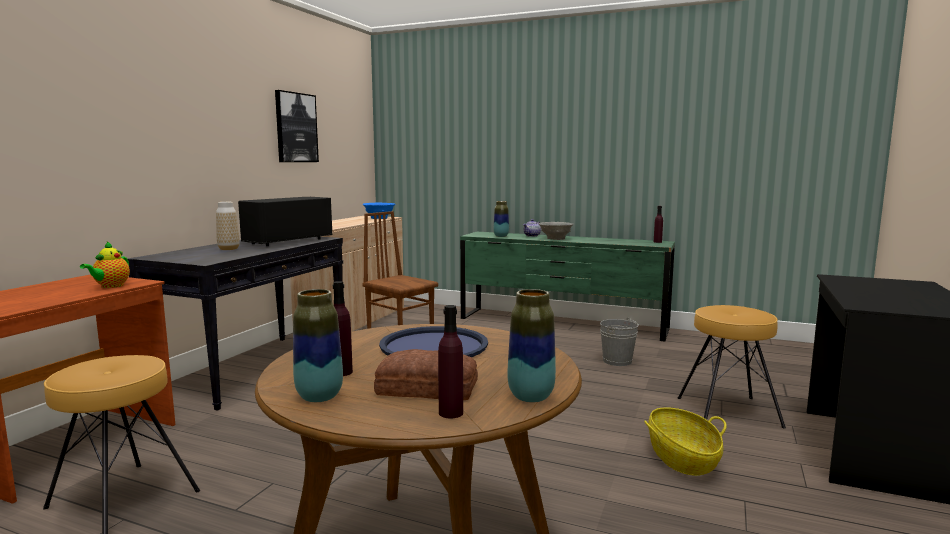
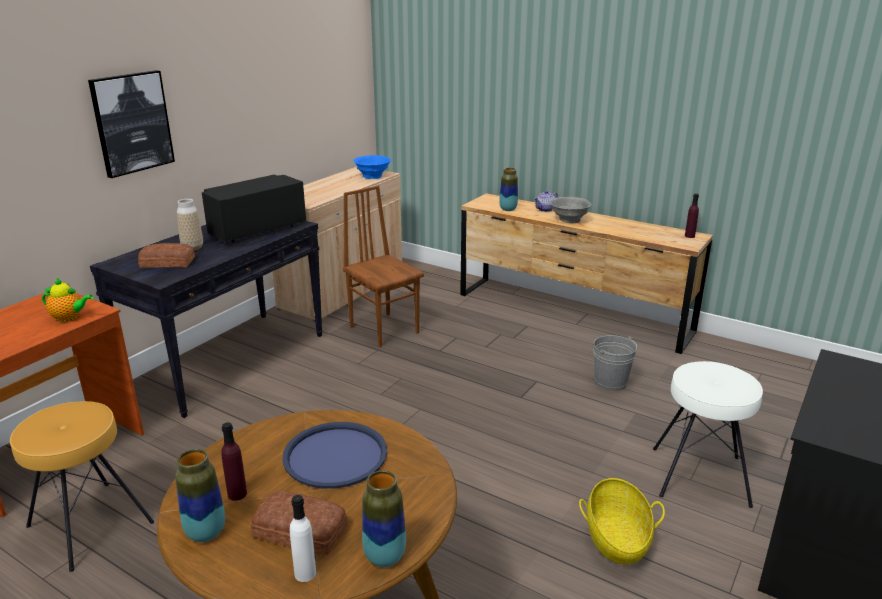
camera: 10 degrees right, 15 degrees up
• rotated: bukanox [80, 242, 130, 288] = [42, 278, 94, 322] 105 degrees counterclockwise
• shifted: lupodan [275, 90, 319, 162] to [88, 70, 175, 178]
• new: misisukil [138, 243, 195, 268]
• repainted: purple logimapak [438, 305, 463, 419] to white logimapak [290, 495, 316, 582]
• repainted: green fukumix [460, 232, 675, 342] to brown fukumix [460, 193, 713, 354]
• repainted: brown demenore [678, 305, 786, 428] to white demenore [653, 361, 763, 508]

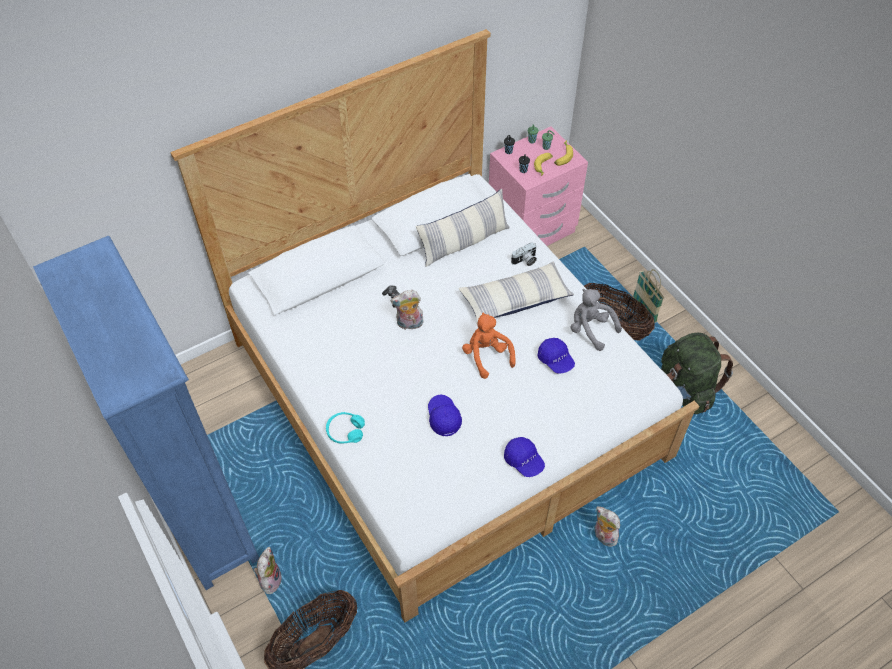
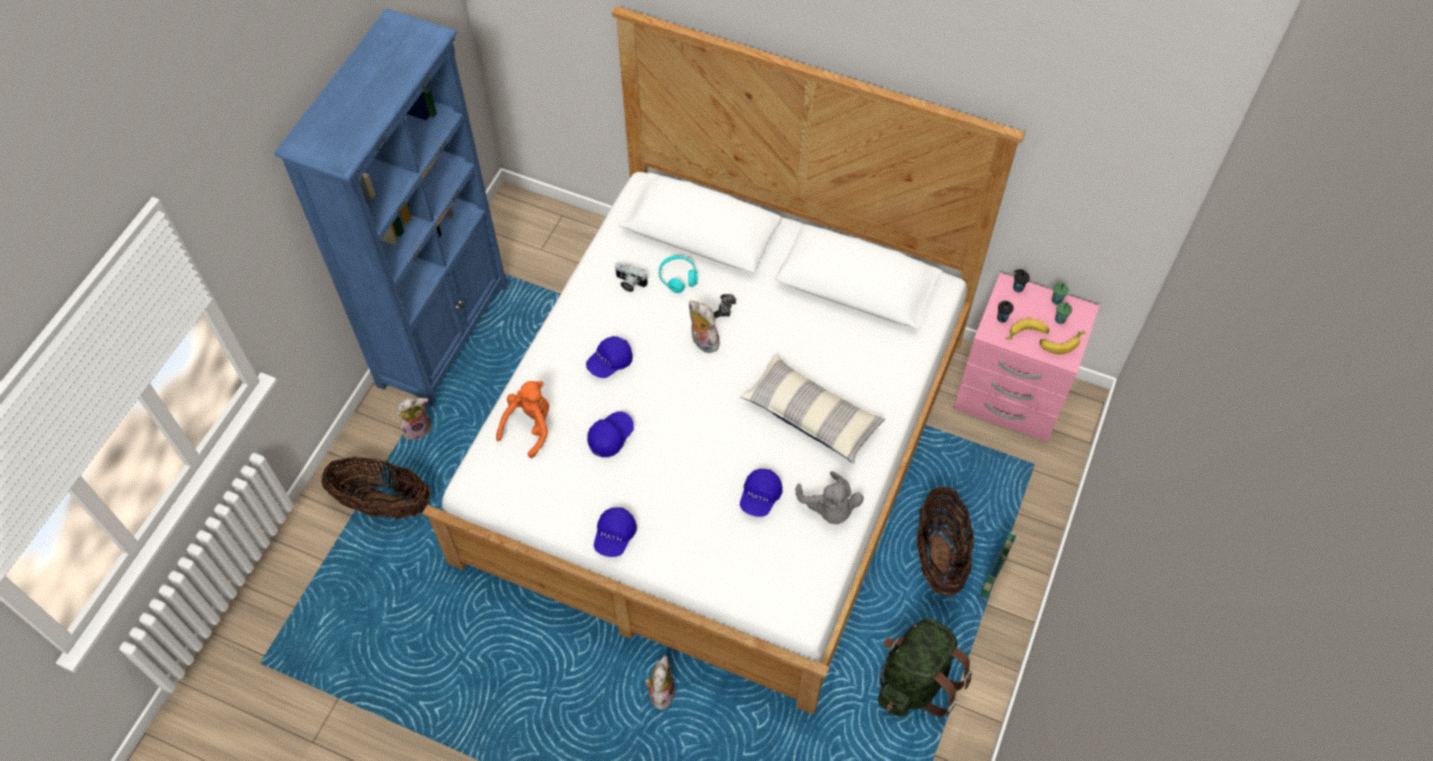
camera: 55 degrees right, 5 degrees up
• shifted: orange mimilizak [462, 312, 516, 379] to [496, 381, 549, 458]
• new: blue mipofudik [586, 336, 633, 378]
• shifted: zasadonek [511, 242, 537, 266] to [615, 262, 648, 292]
• shifted: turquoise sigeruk [326, 412, 365, 444] to [659, 255, 698, 293]
• rotated: grey mimilizak [571, 289, 622, 351] = [795, 471, 864, 524] 150 degrees clockwise
• gone: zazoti [416, 189, 510, 267]

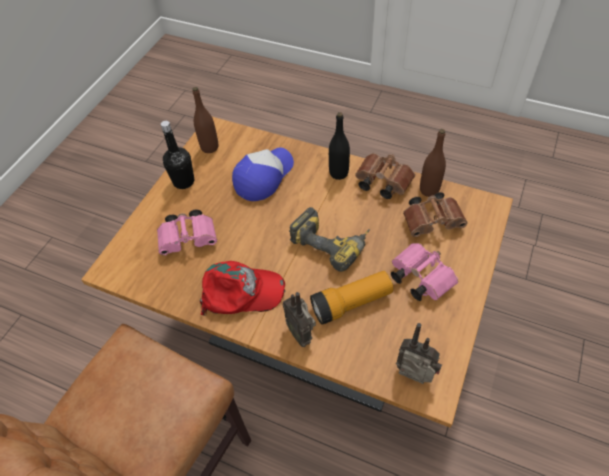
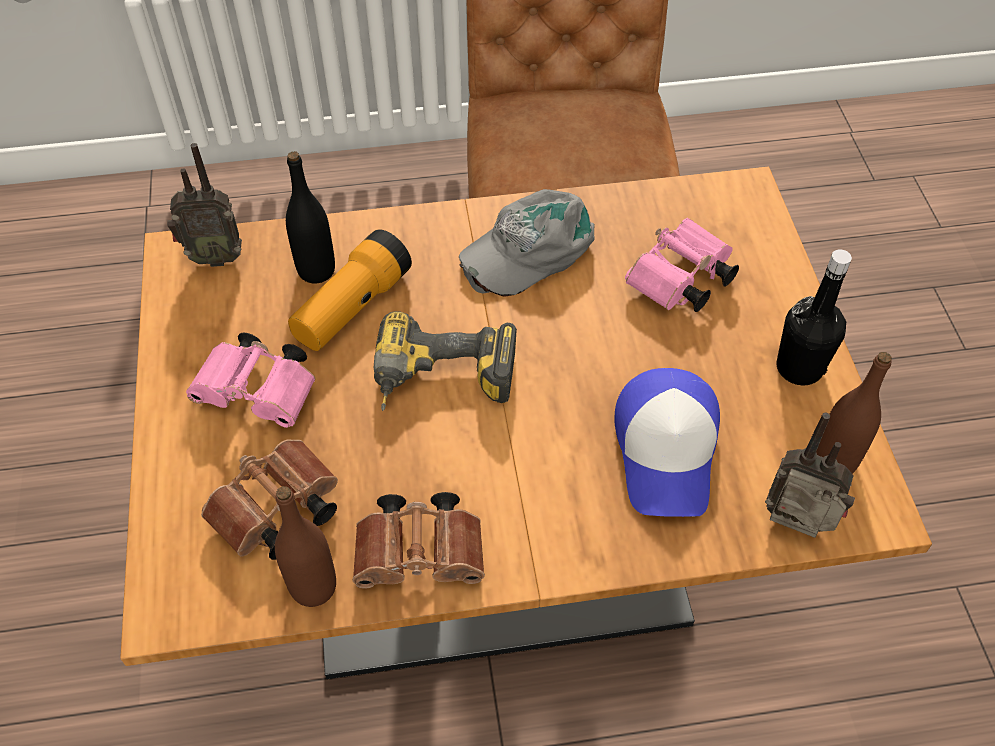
camera: 145 degrees right, 0 degrees up
• shifted: black logimapak [329, 112, 350, 180] to [286, 151, 335, 283]
• repainted: red mipofudik [200, 261, 285, 316] to grey mipofudik [459, 189, 595, 297]
• shifted: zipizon [283, 292, 316, 347] to [765, 412, 855, 538]

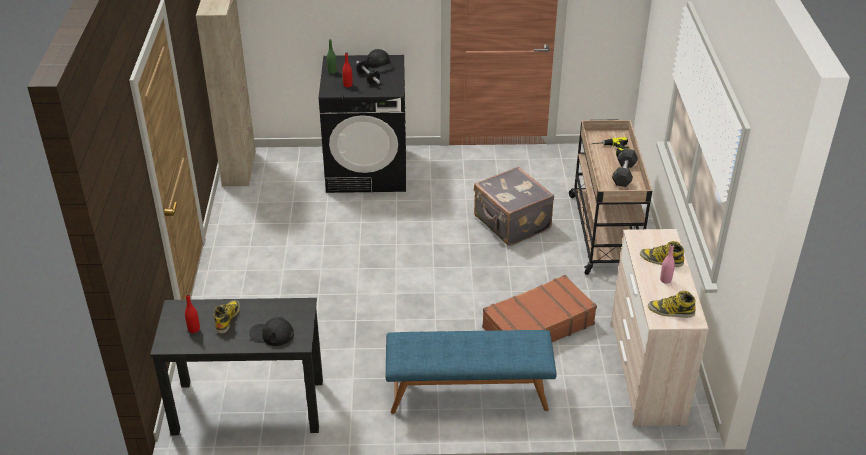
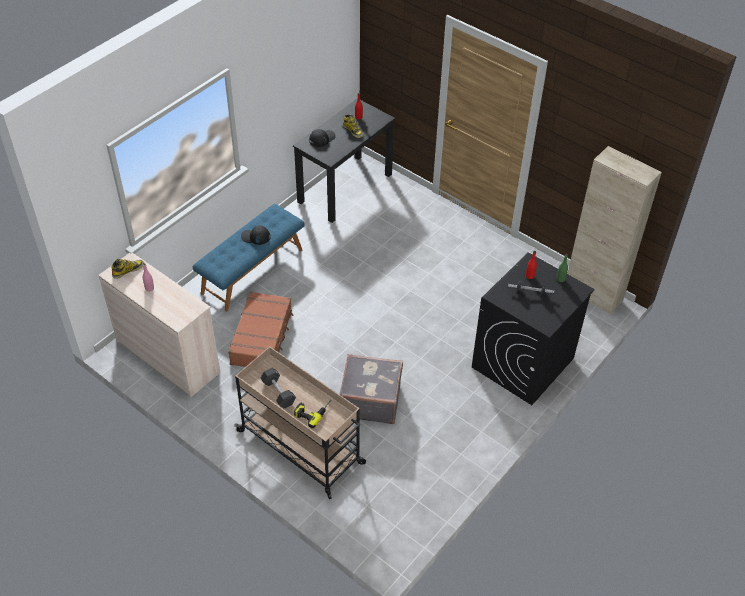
camera: 130 degrees right, 10 degrees up
• shifted: black mipofudik [367, 49, 395, 72] to [241, 226, 271, 245]
• gone: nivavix [640, 241, 684, 267]

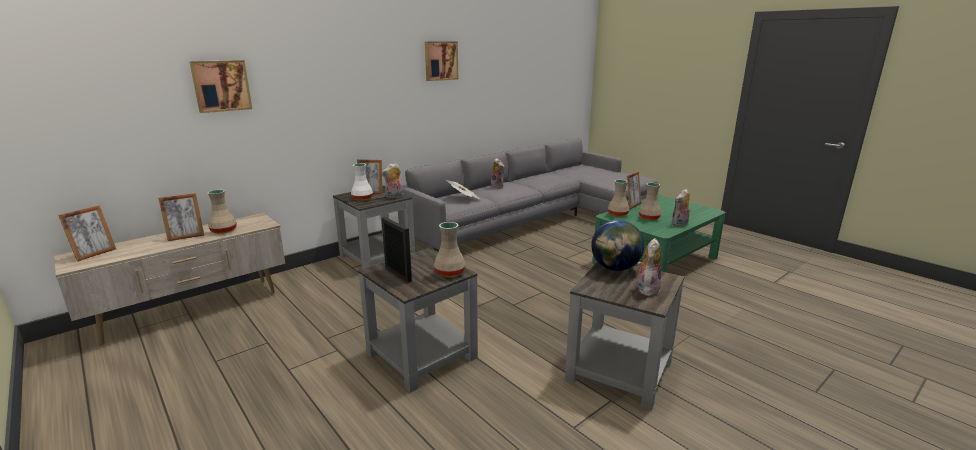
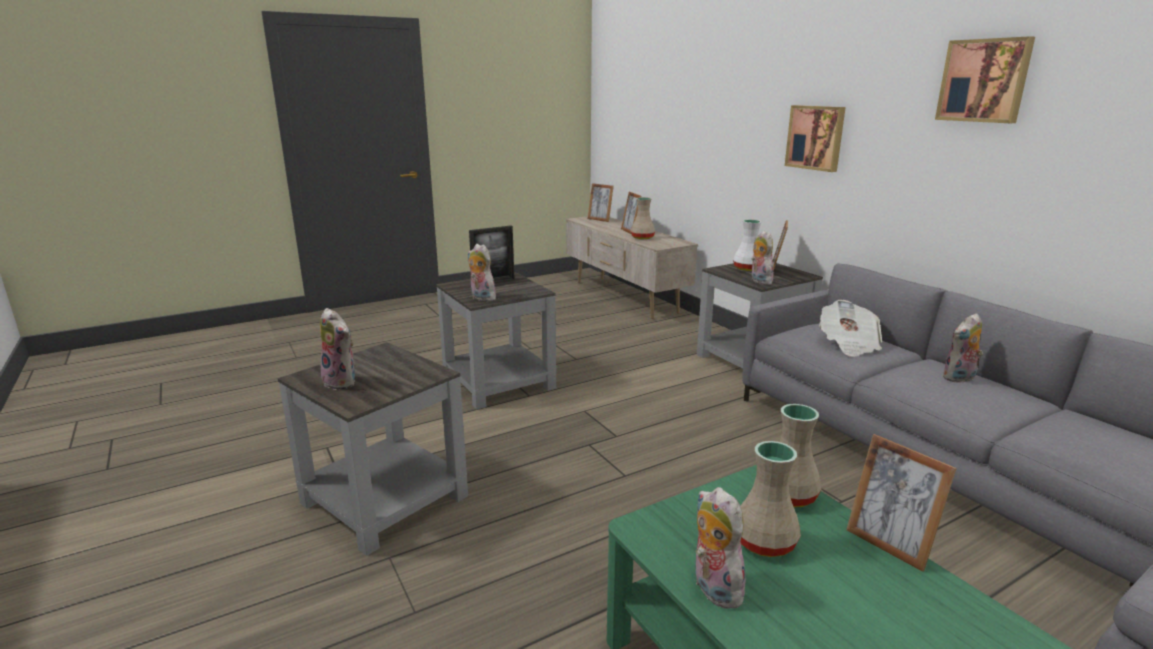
camera: 100 degrees right, 0 degrees up
• swapped: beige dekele [434, 222, 466, 277] to mimilizak [467, 244, 496, 301]
• shifted: lupodan [189, 60, 252, 113] to [785, 105, 846, 172]
• gone: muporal [591, 220, 644, 271]

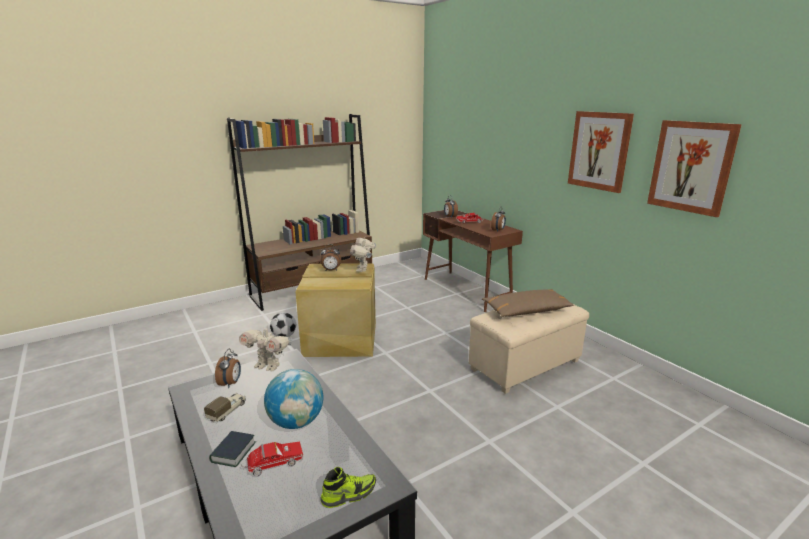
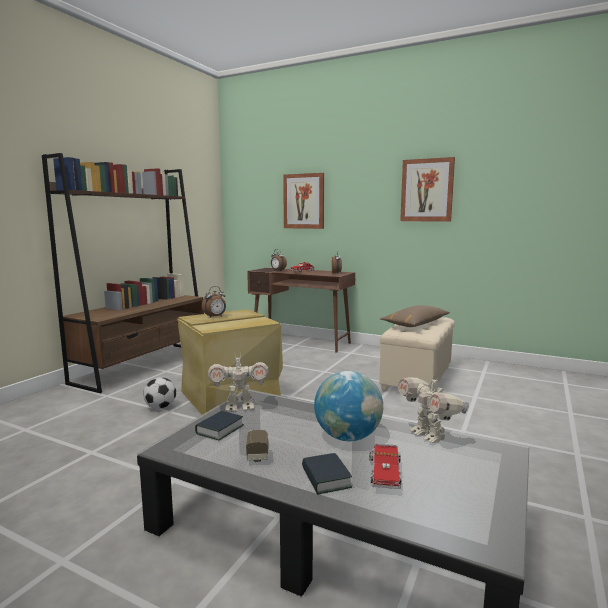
camera: 30 degrees left, 10 degrees down
• swapped: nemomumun [215, 348, 241, 388] to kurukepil [195, 411, 244, 440]
• shifted: lupodan [647, 120, 742, 217] to [283, 173, 324, 229]
• rotated: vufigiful [241, 441, 303, 477] = [369, 444, 401, 489] 150 degrees clockwise
• shifted: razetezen [350, 238, 376, 272] to [398, 373, 469, 443]
• gone: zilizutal [320, 467, 376, 508]

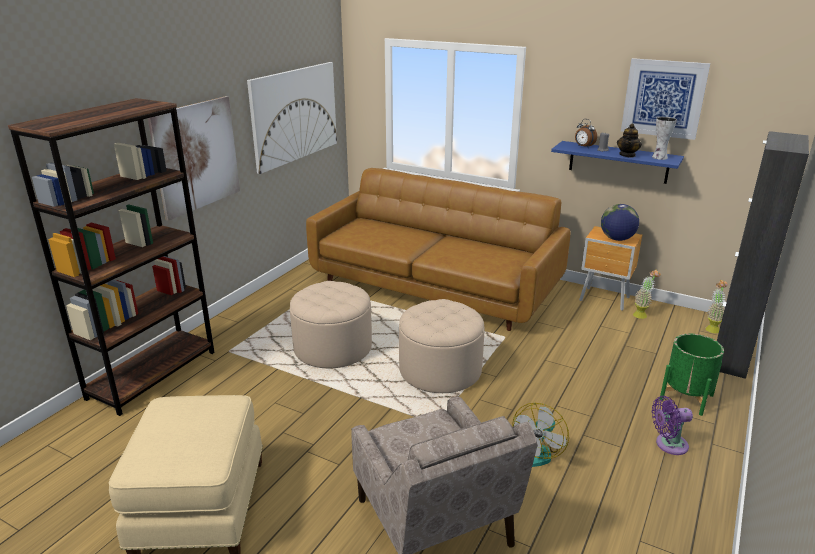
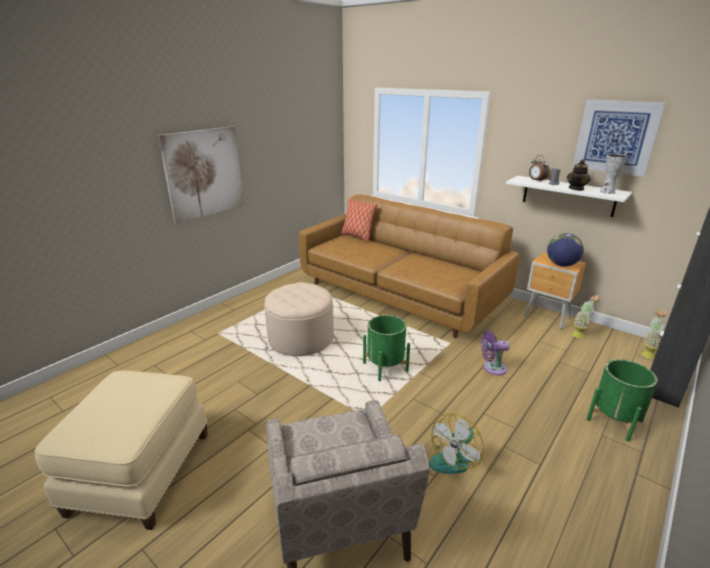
camera: 10 degrees right, 0 degrees up
• new: zazoti [341, 198, 377, 242]
• swapped: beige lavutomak [399, 299, 485, 393] to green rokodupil [363, 315, 410, 381]
• shifted: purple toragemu [652, 396, 693, 455] to [481, 330, 509, 375]
• repainted: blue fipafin [551, 141, 684, 184] to white fipafin [506, 176, 632, 217]
• gone: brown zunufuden [8, 98, 215, 416]
• gone: lupodan [247, 62, 337, 174]

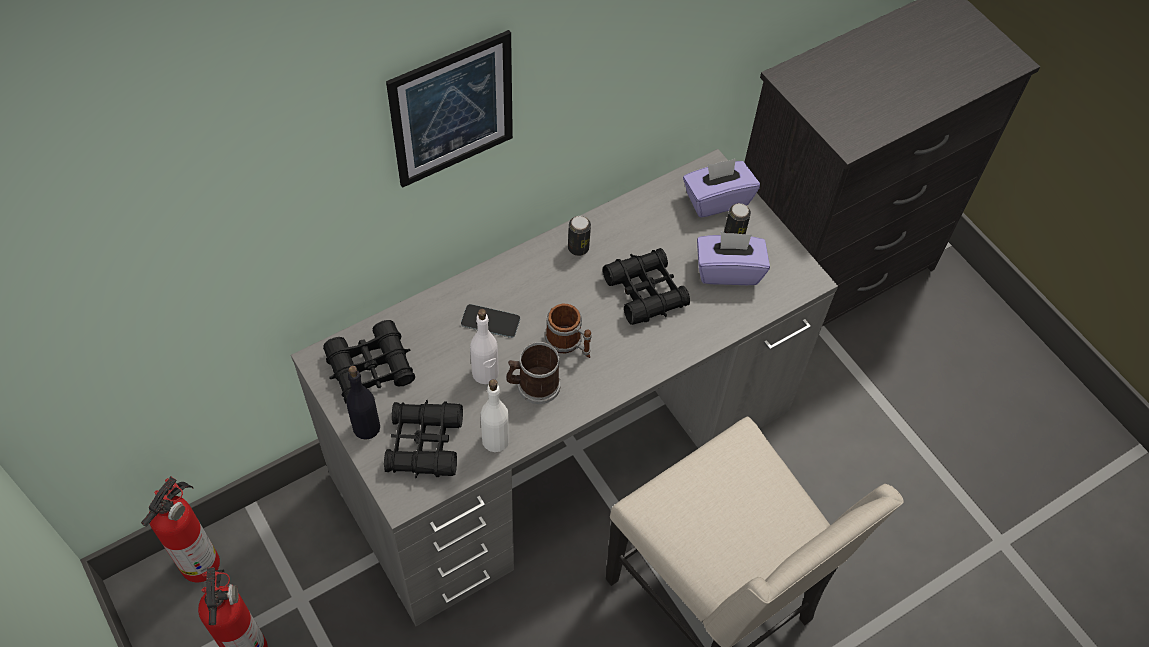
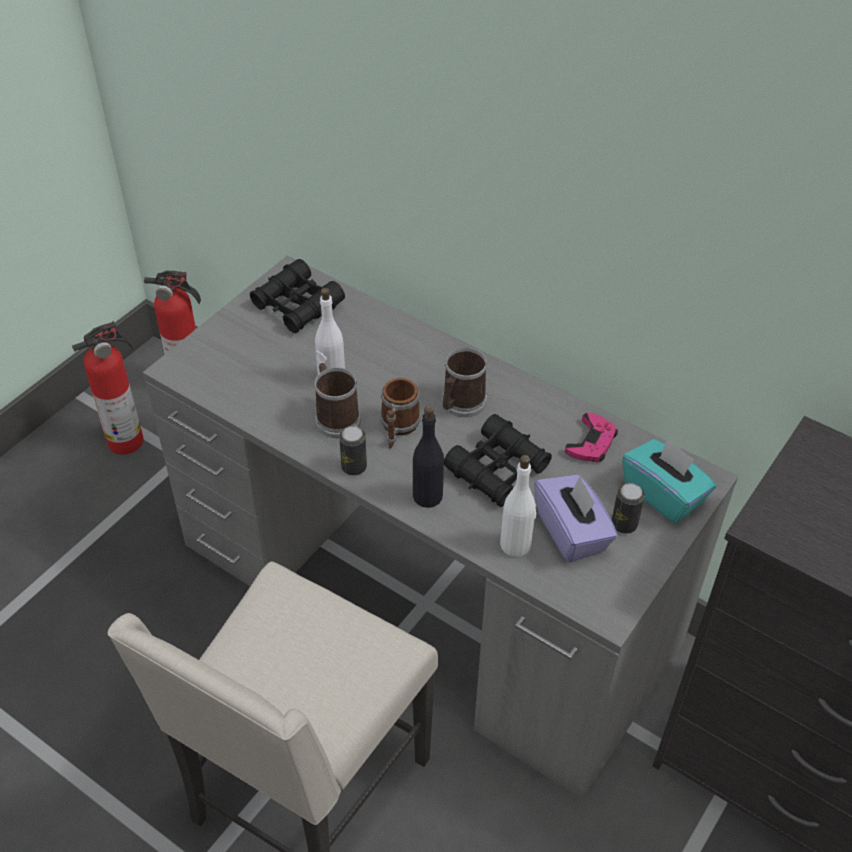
camera: 70 degrees right, 10 degrees down
• shifted: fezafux [568, 216, 591, 256] to [339, 426, 367, 476]
• shifted: black logimapak [346, 366, 380, 440] to [413, 406, 444, 508]
• new: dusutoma [442, 348, 487, 417]
• shifted: white logimapak [480, 379, 509, 452] to [500, 455, 536, 557]
• new: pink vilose [565, 413, 618, 462]
• repainted: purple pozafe [683, 159, 760, 218] to turquoise pozafe [622, 438, 716, 523]
• gone: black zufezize [384, 399, 463, 478]
• gone: lupodan [386, 30, 513, 188]
• gone: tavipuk [461, 304, 520, 338]

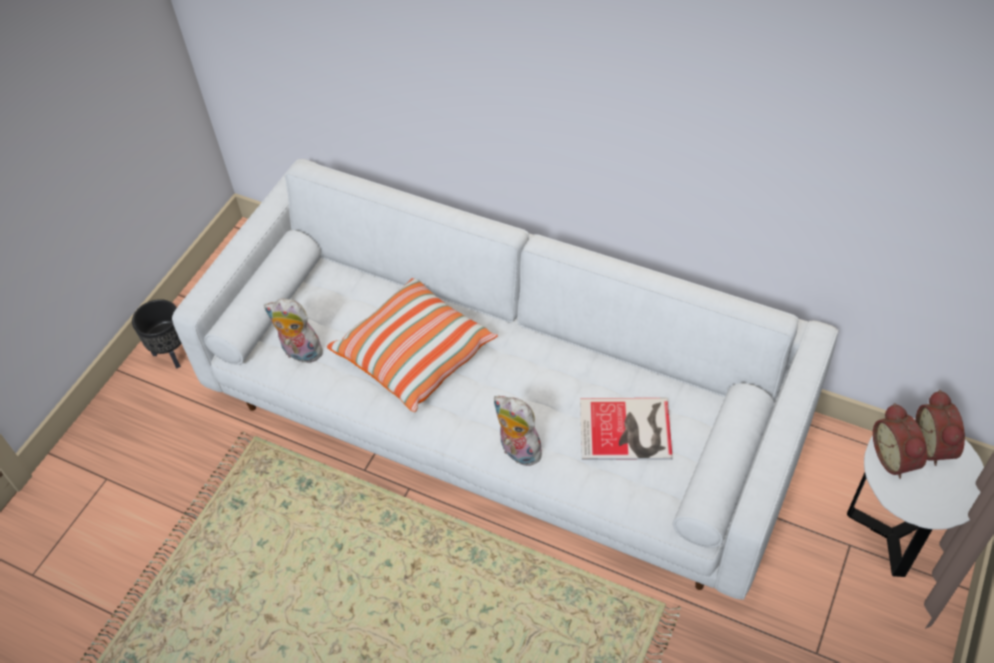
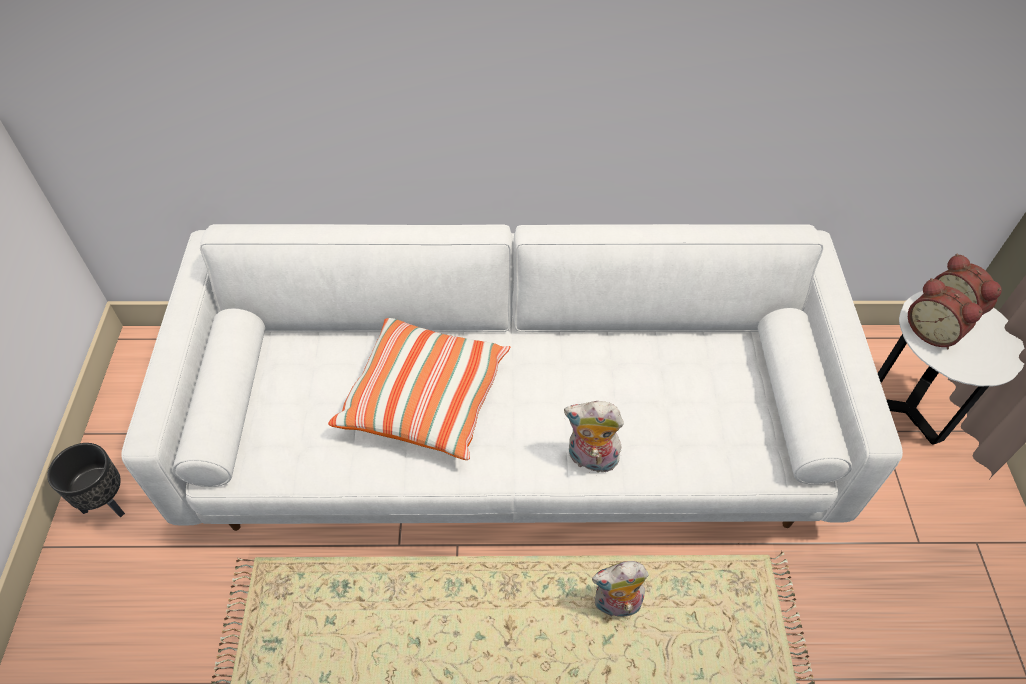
camera: 30 degrees left, 0 degrees up
• shifted: mimilizak [264, 299, 325, 363] to [592, 561, 649, 617]
• gone: kurukepil [580, 398, 673, 460]

